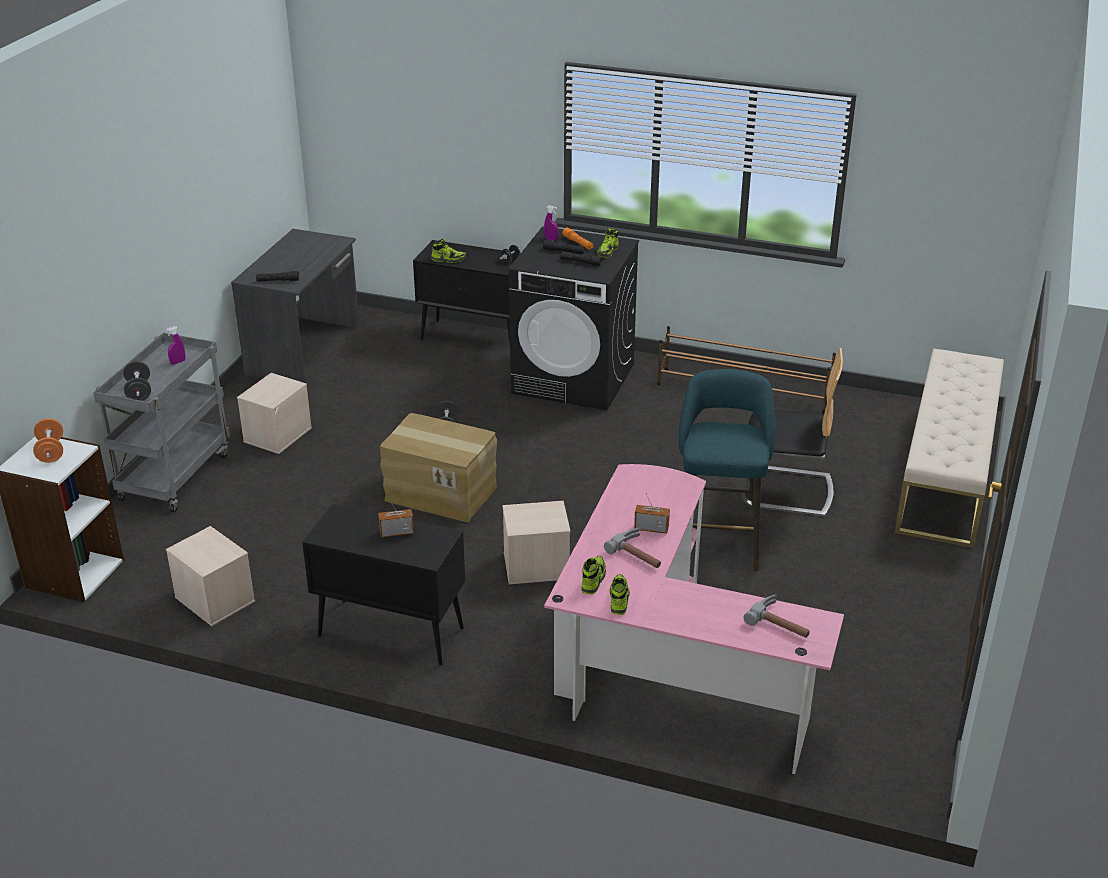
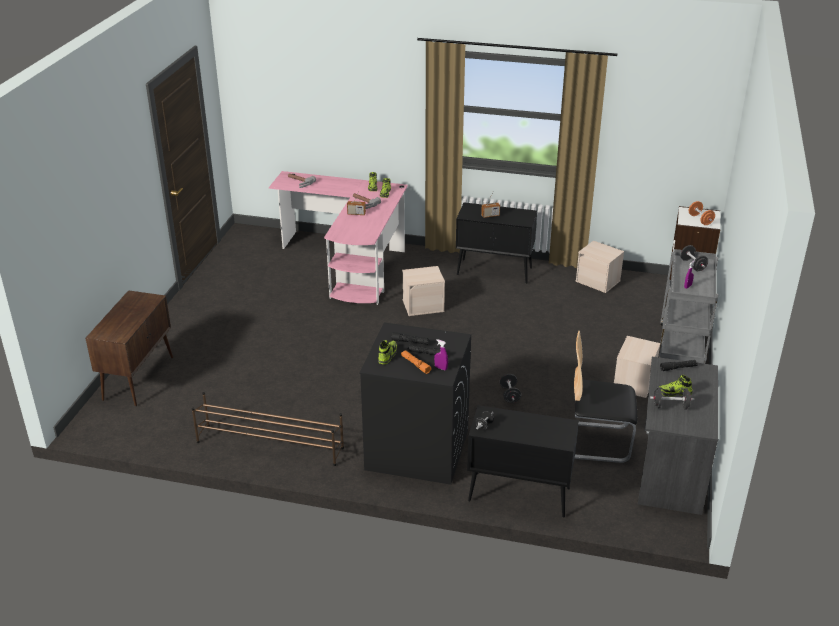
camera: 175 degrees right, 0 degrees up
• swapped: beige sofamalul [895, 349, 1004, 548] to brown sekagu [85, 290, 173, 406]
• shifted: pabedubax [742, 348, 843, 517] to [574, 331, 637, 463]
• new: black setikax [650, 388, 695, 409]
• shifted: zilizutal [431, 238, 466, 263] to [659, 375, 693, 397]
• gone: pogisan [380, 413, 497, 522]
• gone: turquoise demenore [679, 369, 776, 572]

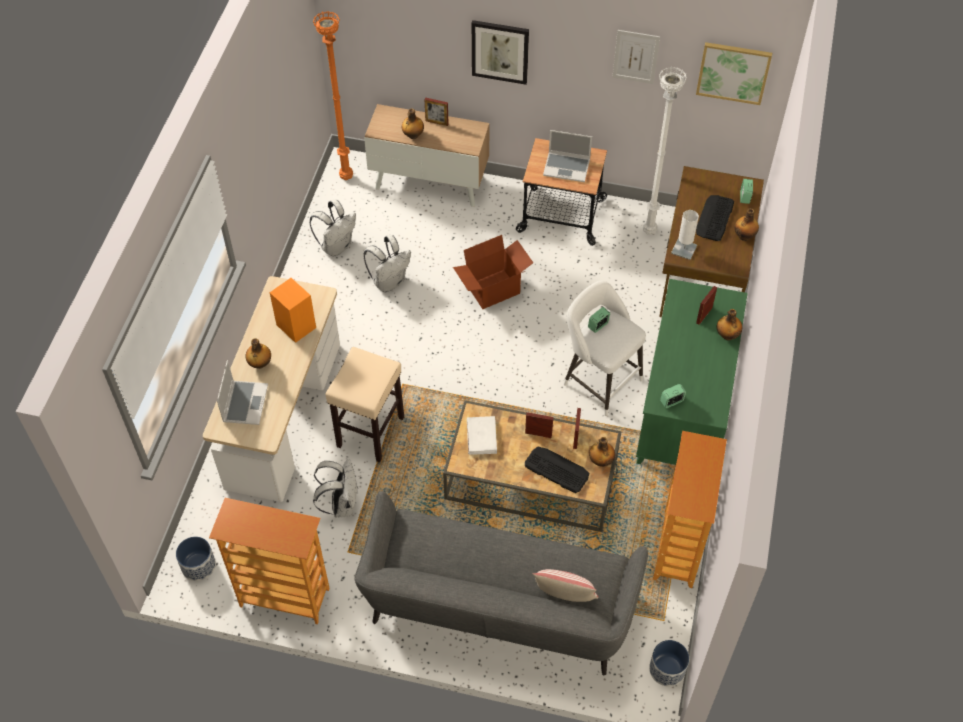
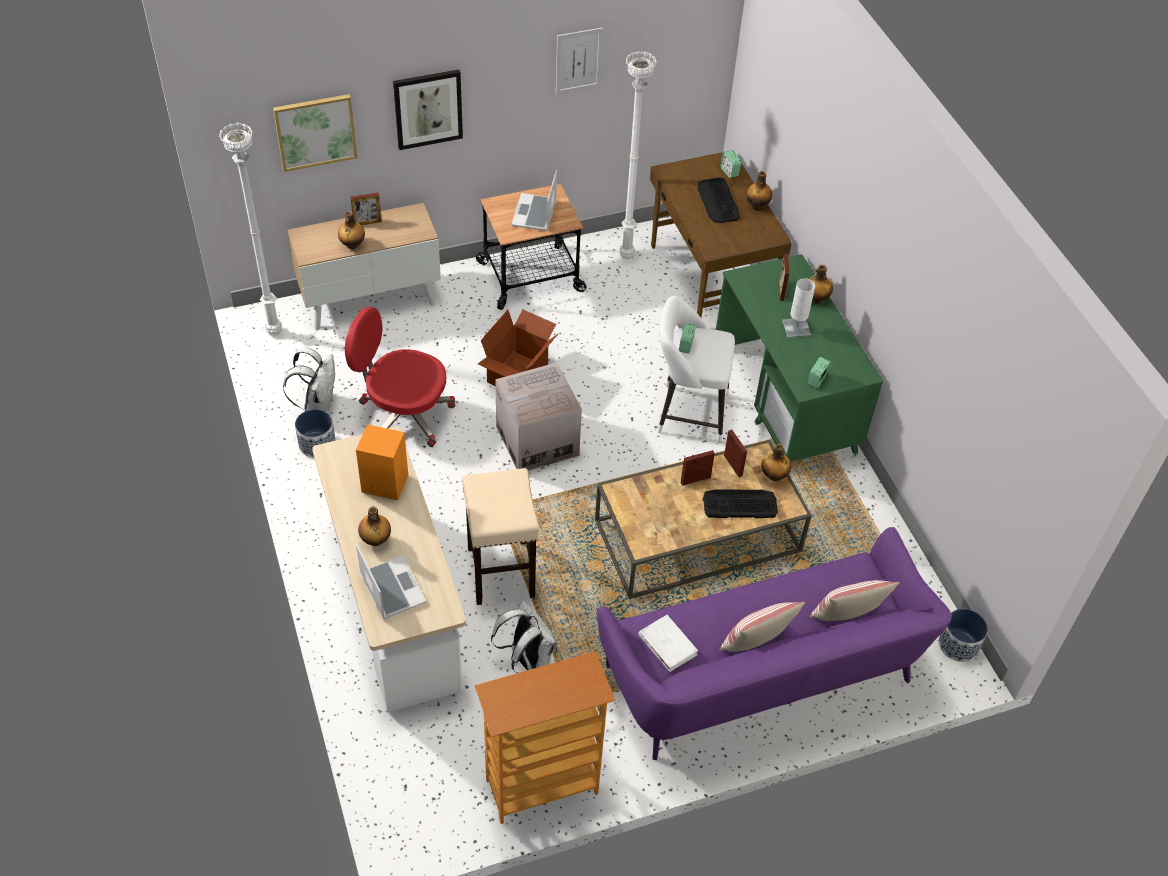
camera: 35 degrees left, 5 degrees down
• repainted: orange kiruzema [313, 11, 353, 180] to white kiruzema [219, 122, 282, 335]
• shifted: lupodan [696, 42, 772, 105] to [273, 94, 357, 172]
• shifted: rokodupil [176, 537, 216, 581] to [295, 409, 336, 458]
• swapped: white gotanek [364, 235, 411, 292] to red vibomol [345, 307, 455, 447]
• new: pogisan [495, 363, 582, 471]
• rotated: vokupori [543, 130, 592, 182] = [511, 170, 557, 231] 120 degrees clockwise
• repainted: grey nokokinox [354, 491, 648, 676] to purple nokokinox [597, 527, 952, 760]
• shifted: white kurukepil [467, 416, 497, 455] to [638, 615, 698, 672]
• new: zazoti [720, 602, 805, 652]
• shifted: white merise [671, 210, 699, 260] to [782, 279, 815, 338]
• gone: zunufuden [653, 431, 727, 588]

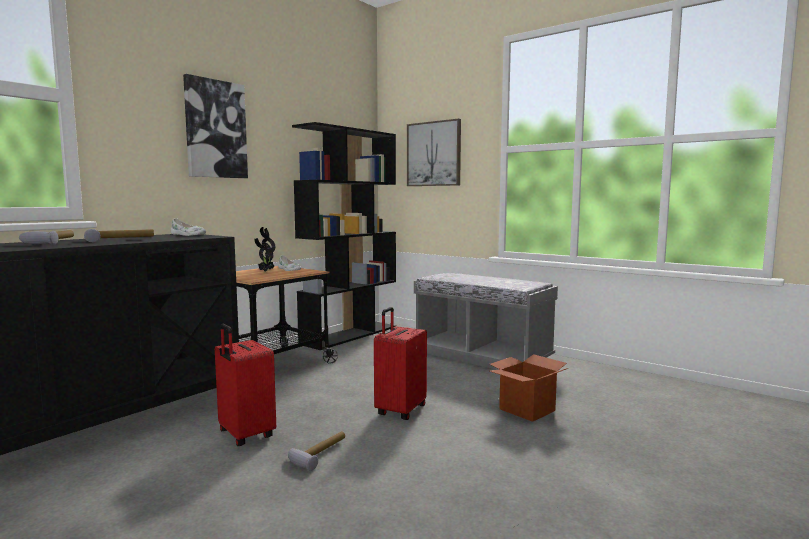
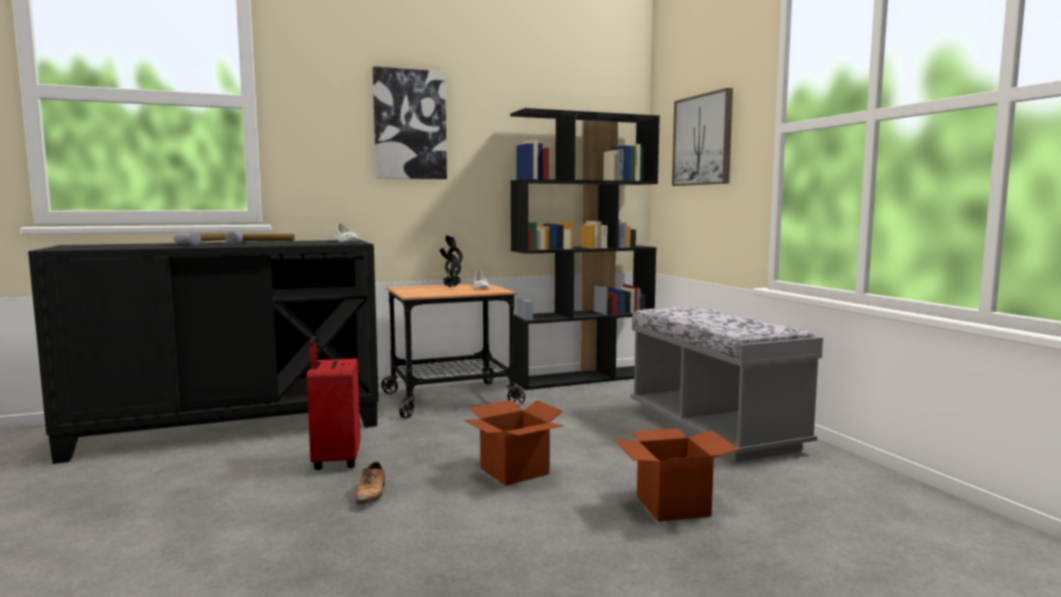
camera: 30 degrees right, 0 degrees up
• swapped: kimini [288, 431, 345, 471] to zilizutal [355, 462, 385, 505]
• swapped: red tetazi [374, 307, 427, 420] to pogisan [464, 400, 564, 486]

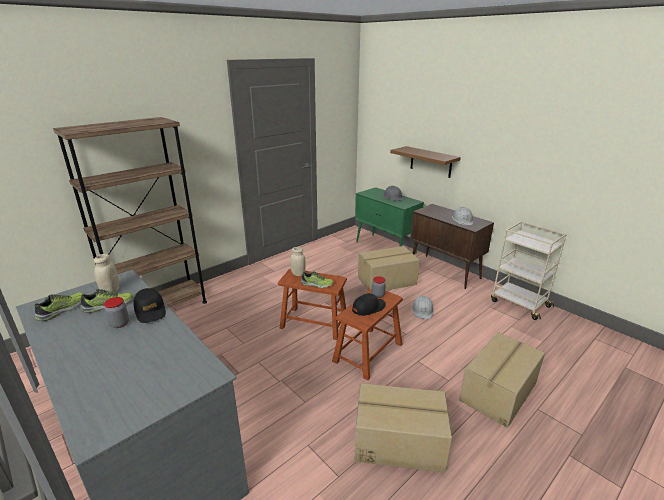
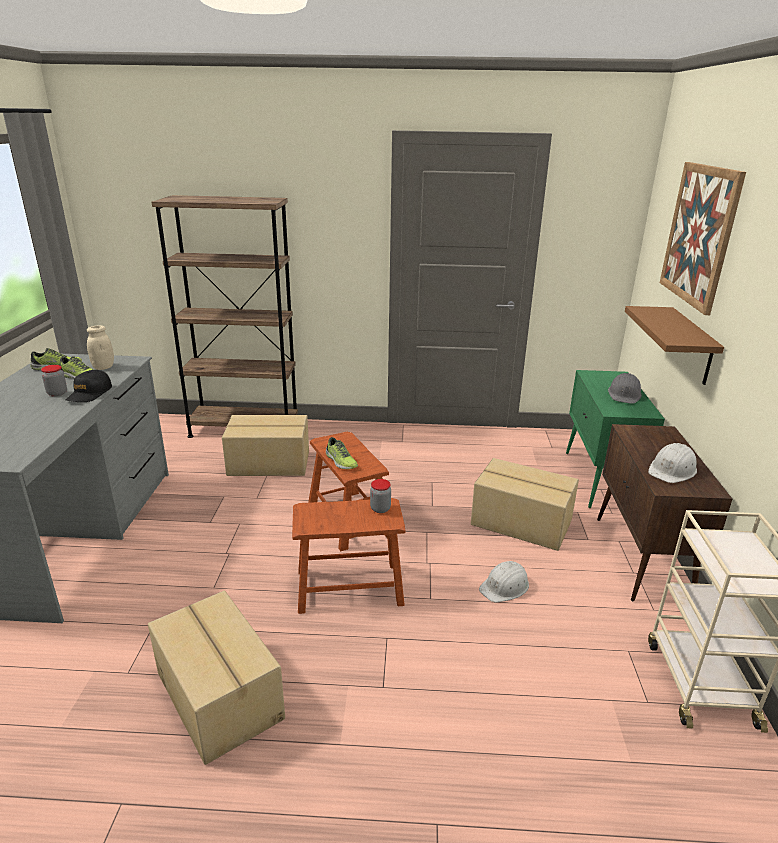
camera: 45 degrees right, 0 degrees up
• shifted: pogisan [459, 332, 545, 428] to [222, 415, 309, 476]
• new: lupodan [660, 162, 746, 315]
• gone: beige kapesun [290, 247, 306, 276]
• gone: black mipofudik [352, 293, 386, 316]

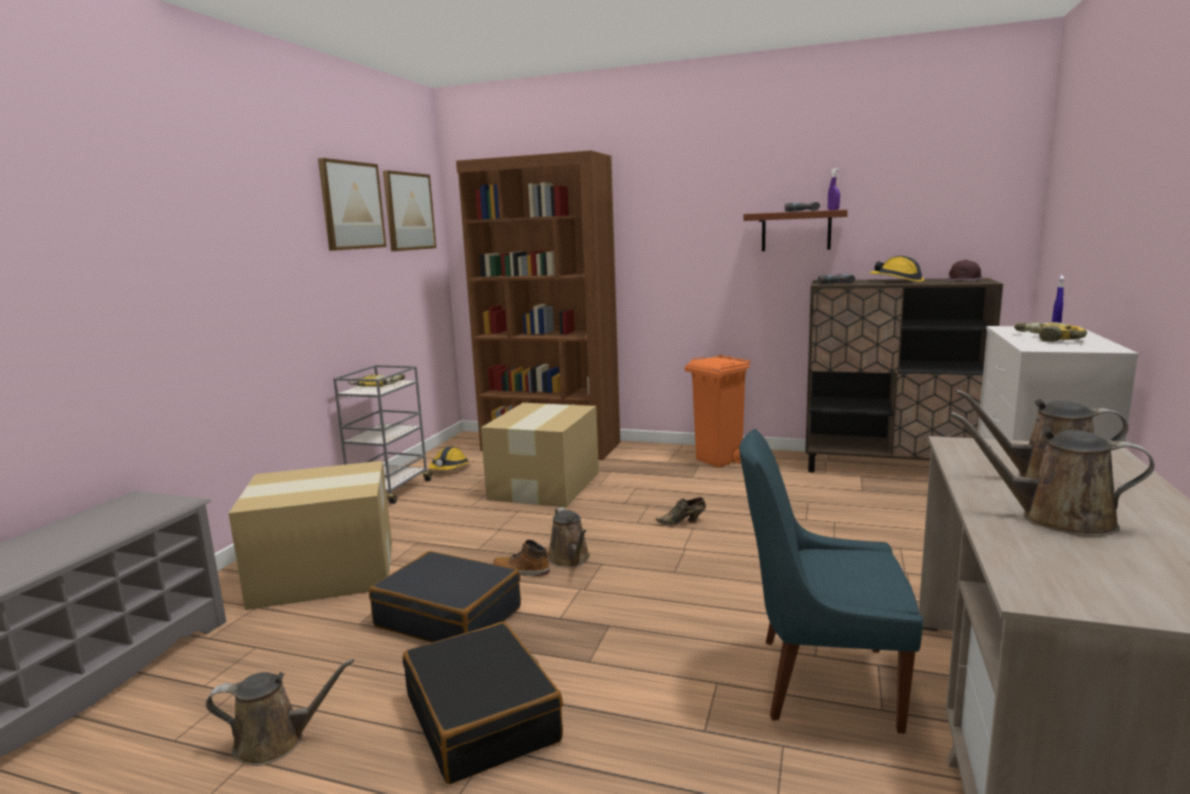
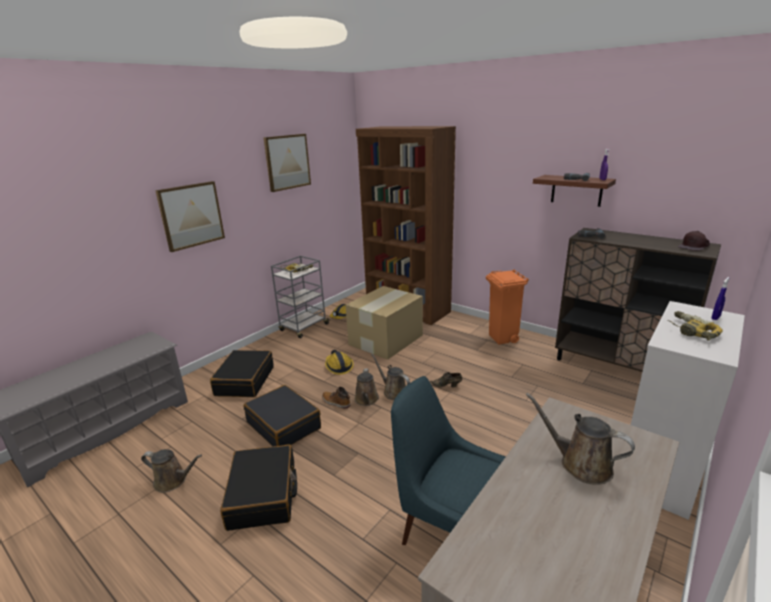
camera: 20 degrees right, 10 degrees up
• shifted: lupodan [383, 170, 436, 251] to [155, 181, 225, 252]
• swapped: pogisan [228, 461, 392, 610] to black tetazi [210, 350, 274, 397]
• shifted: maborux [869, 256, 924, 282] to [325, 350, 354, 375]
• shifted: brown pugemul [950, 412, 1154, 537] to [371, 354, 410, 400]

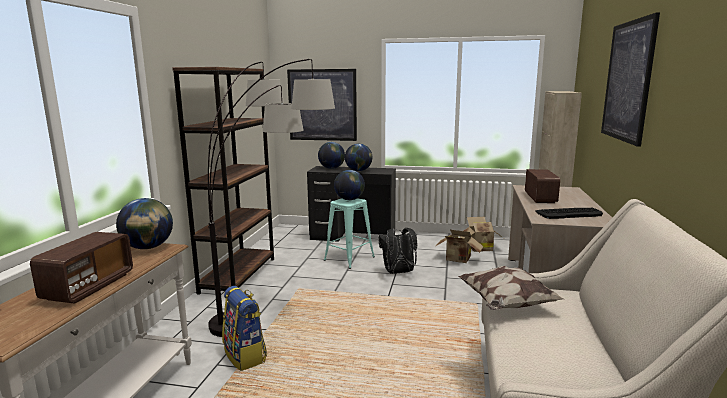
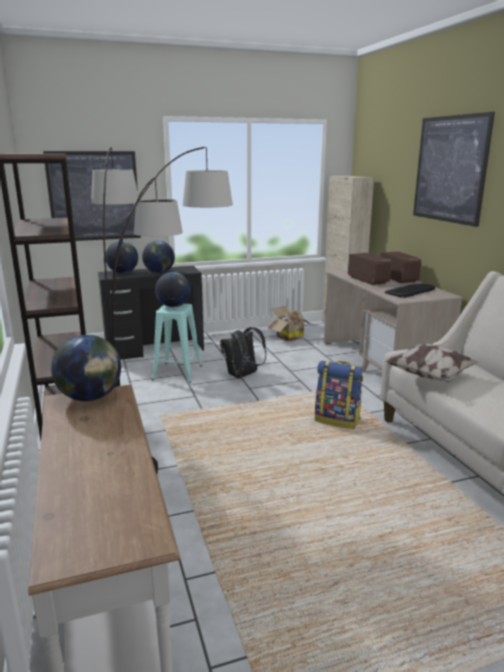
camera: 30 degrees left, 5 degrees up
• shifted: gotanek [222, 286, 267, 371] to [315, 361, 363, 429]
• shifted: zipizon [30, 232, 133, 304] to [380, 252, 421, 283]
• gone: pogisan [436, 230, 484, 263]

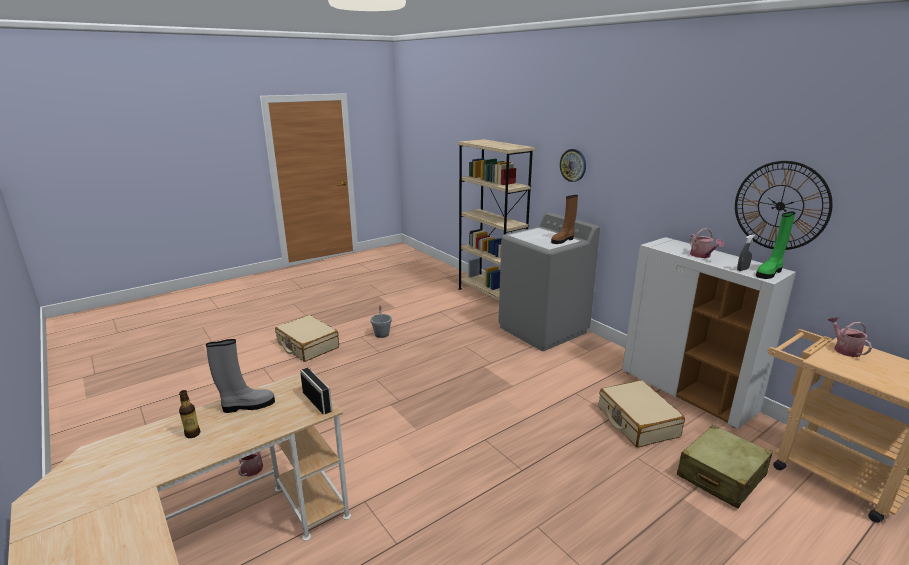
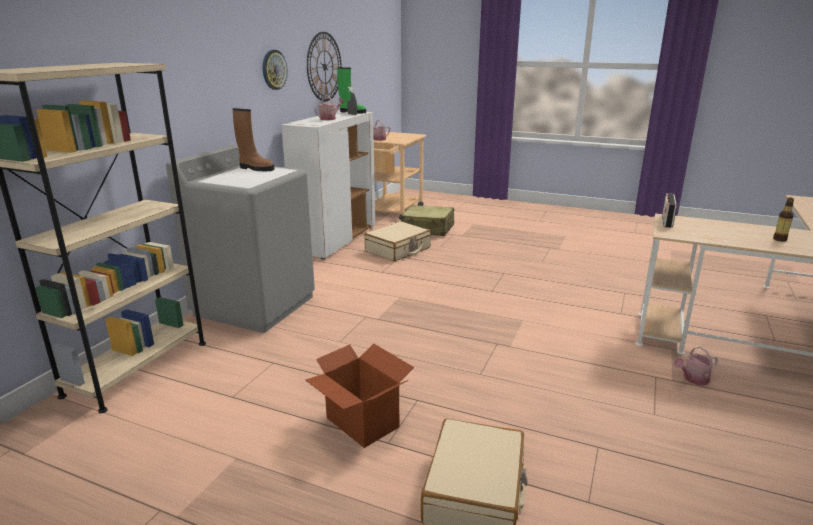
camera: 120 degrees left, 0 degrees up
• shifted: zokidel [560, 149, 586, 182] to [263, 50, 288, 90]
• swapped: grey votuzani [370, 305, 392, 338] to pogisan [305, 344, 414, 448]
• gone: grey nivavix [206, 339, 275, 413]

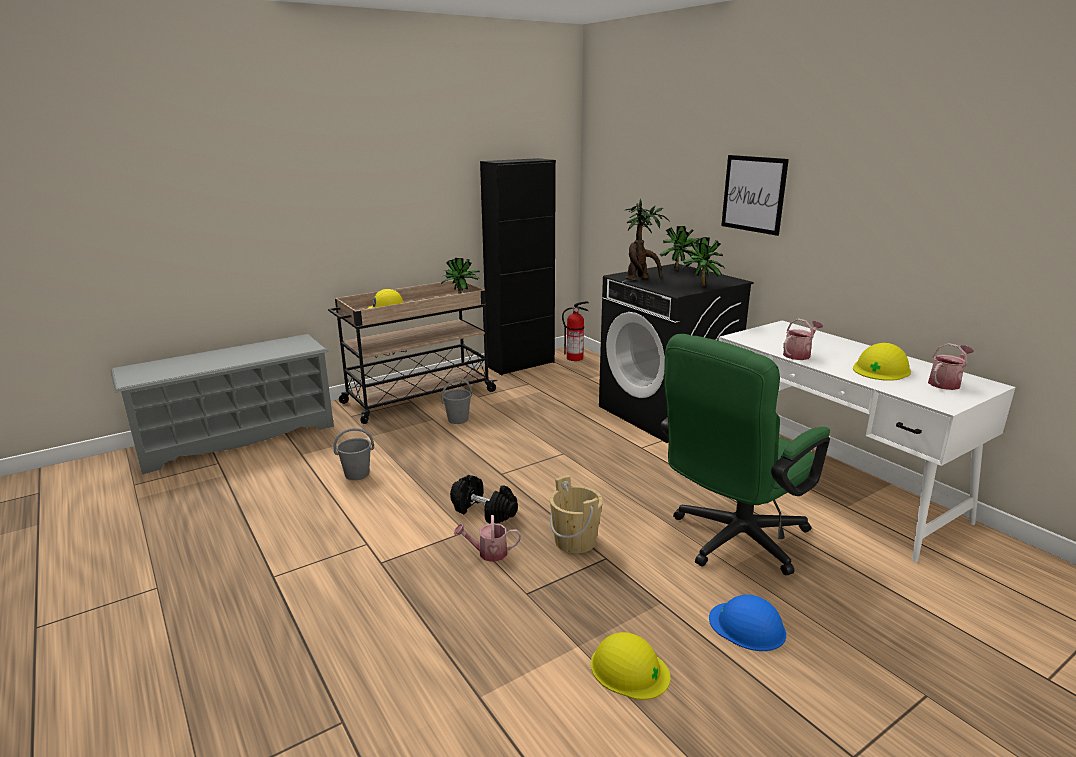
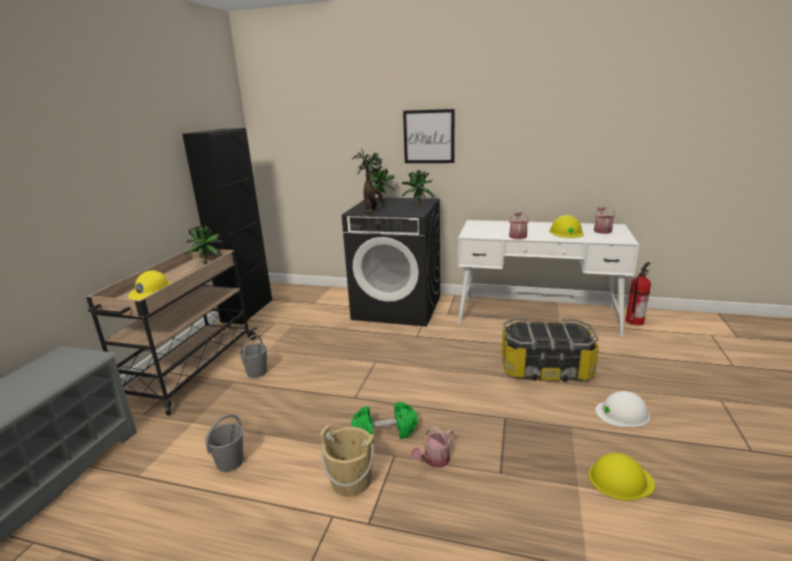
camera: 40 degrees left, 0 degrees up
• shifted: beige votuzani [550, 475, 603, 554] to [320, 425, 374, 497]
• repainted: black setikax [450, 475, 518, 524] to green setikax [351, 402, 418, 443]
• swapped: green vibomol [661, 334, 830, 575] to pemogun [502, 318, 599, 382]
• repainted: blue maborux [709, 595, 786, 651] to white maborux [595, 391, 650, 427]
• shifted: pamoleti [562, 301, 589, 361] to [626, 262, 651, 325]

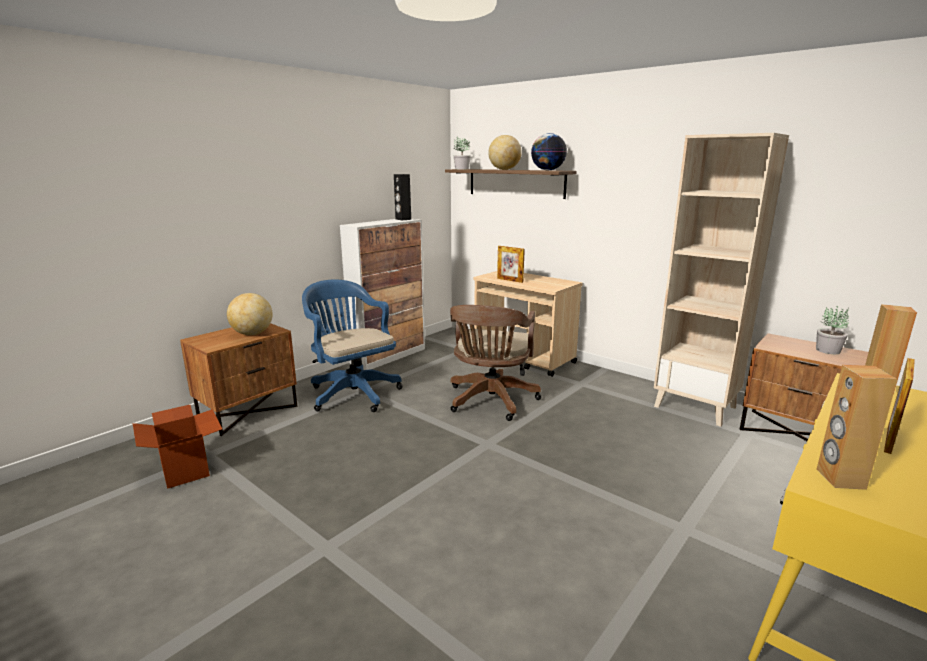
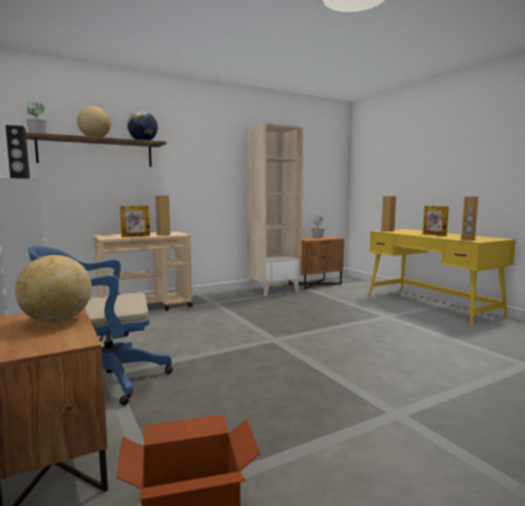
camera: 70 degrees left, 10 degrees down
• new: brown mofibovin [155, 195, 170, 236]
• gone: brown vibomol [450, 305, 541, 421]

